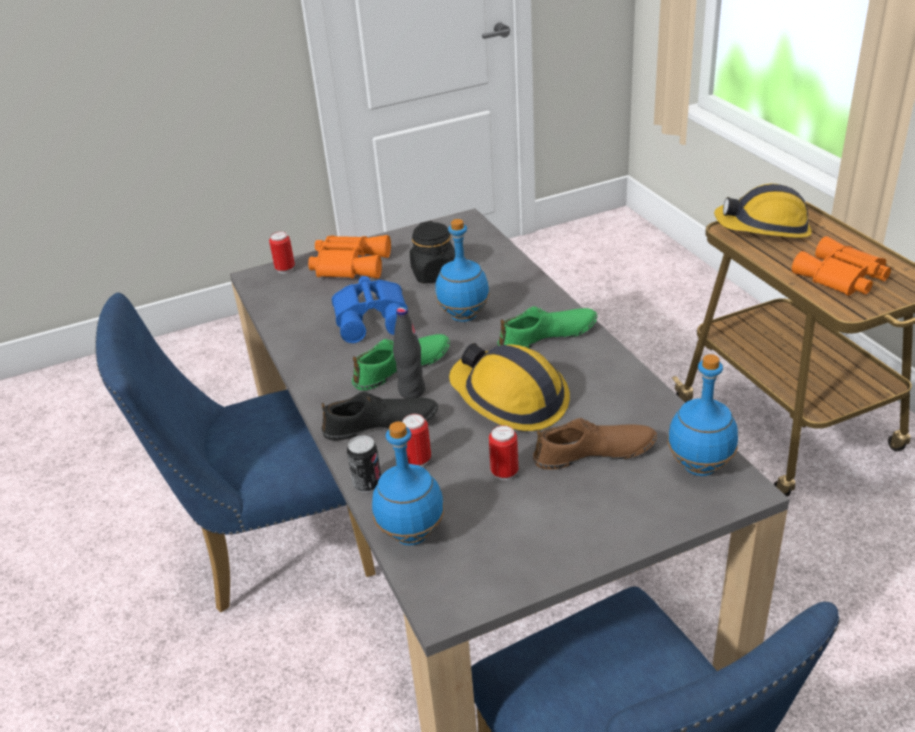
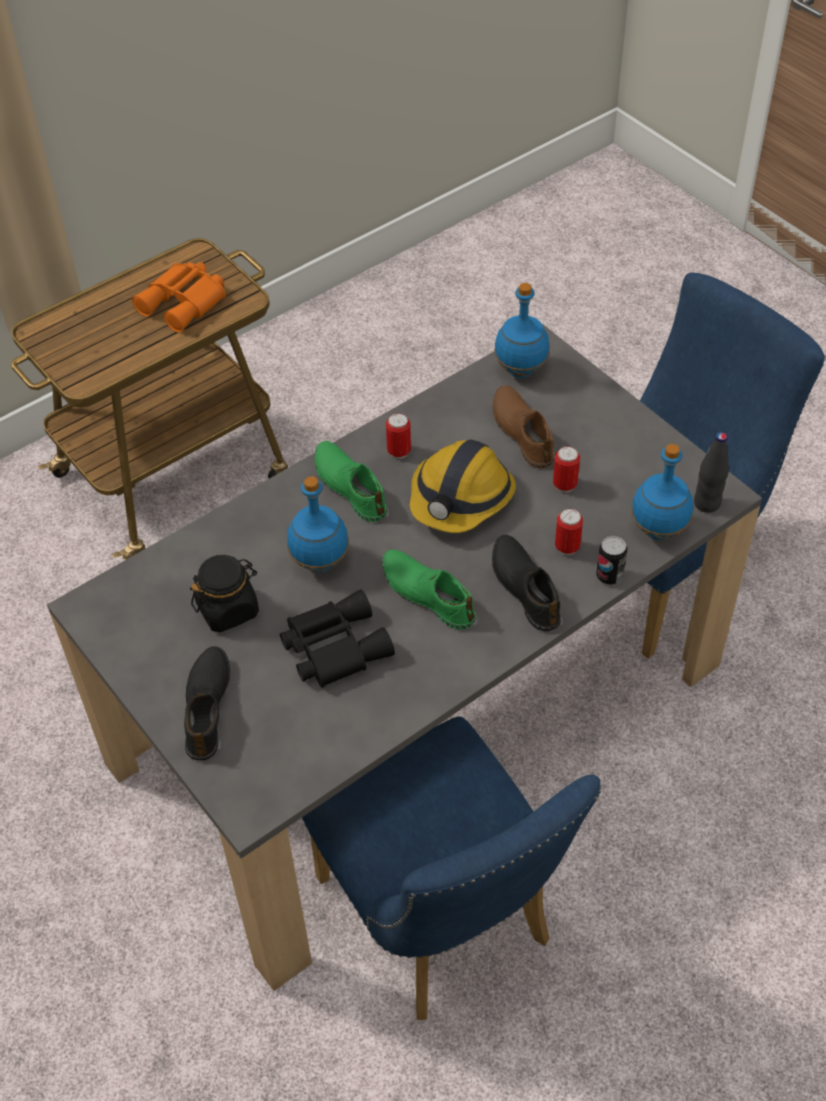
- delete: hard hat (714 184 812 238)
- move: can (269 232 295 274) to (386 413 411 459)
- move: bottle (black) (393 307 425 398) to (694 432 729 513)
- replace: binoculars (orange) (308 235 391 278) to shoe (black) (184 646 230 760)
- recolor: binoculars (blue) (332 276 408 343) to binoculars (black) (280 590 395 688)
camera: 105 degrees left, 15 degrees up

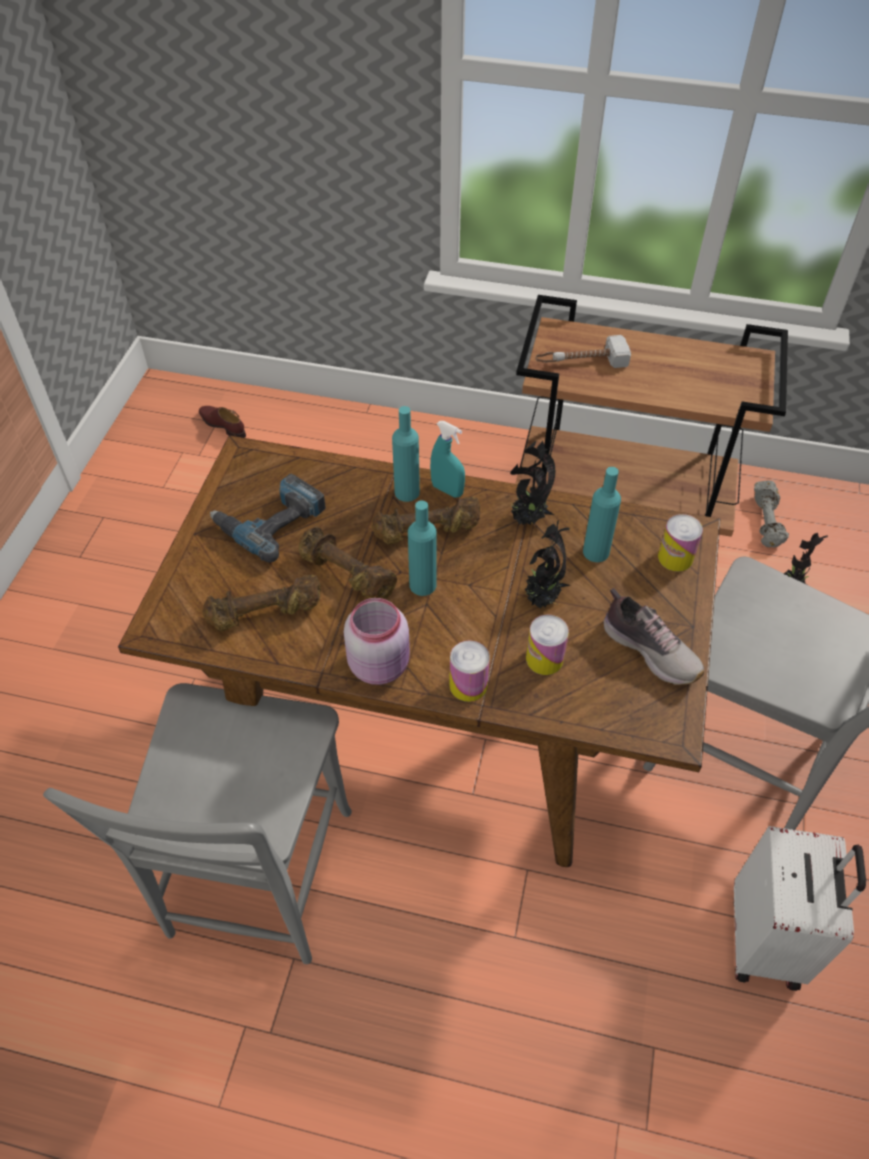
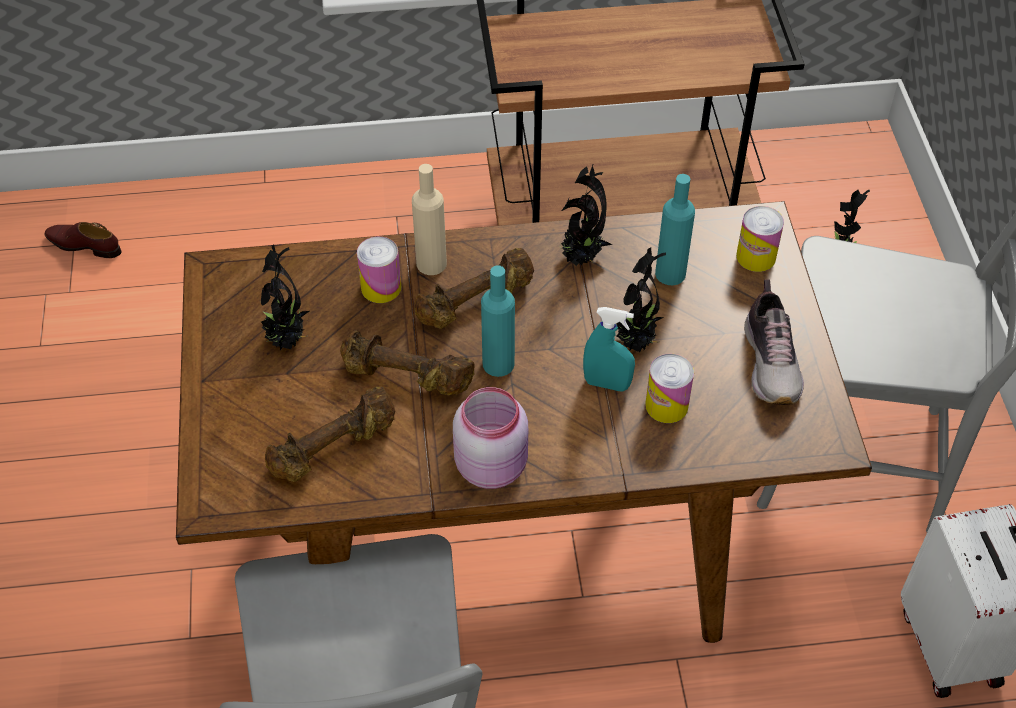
- delete: hammer (536 335 631 368)
- delete: dumbbell (grey) (754 481 789 548)
- move: spray bottle (turquoise) (430 421 465 498) to (583 307 635 391)
- move: can (449 640 490 702) to (357 237 401 303)
- replace: power drill (210 474 326 562) to potted plant (261 245 309 351)
- recolor: bottle (turquoise) (392 406 420 502) to bottle (beige) (412 164 447 275)
- rotate: shoe (604 588 704 685) = (744 279 804 405) 60 degrees clockwise
camera: 20 degrees left, 0 degrees up

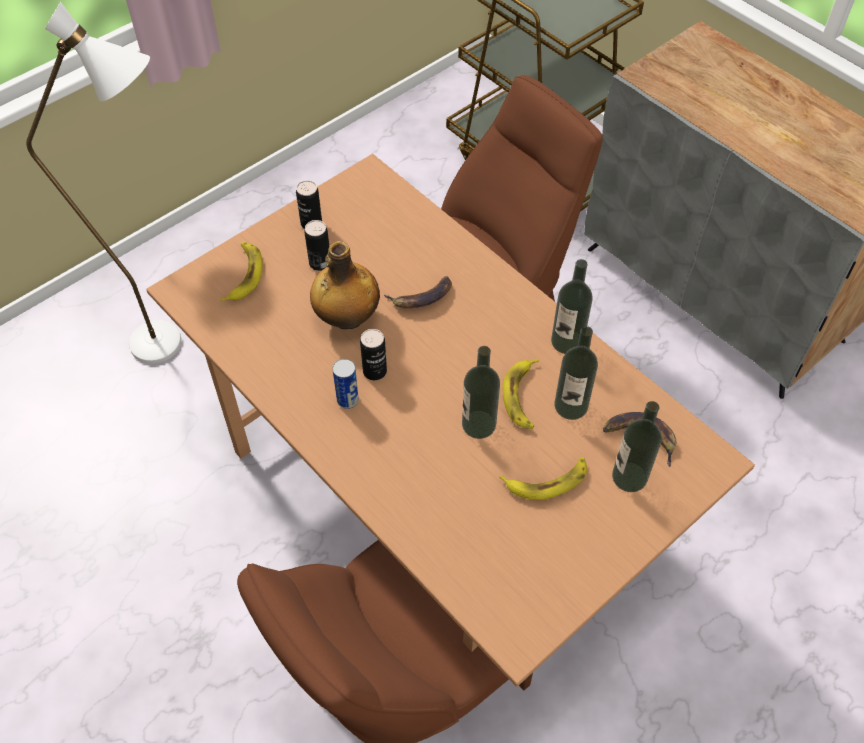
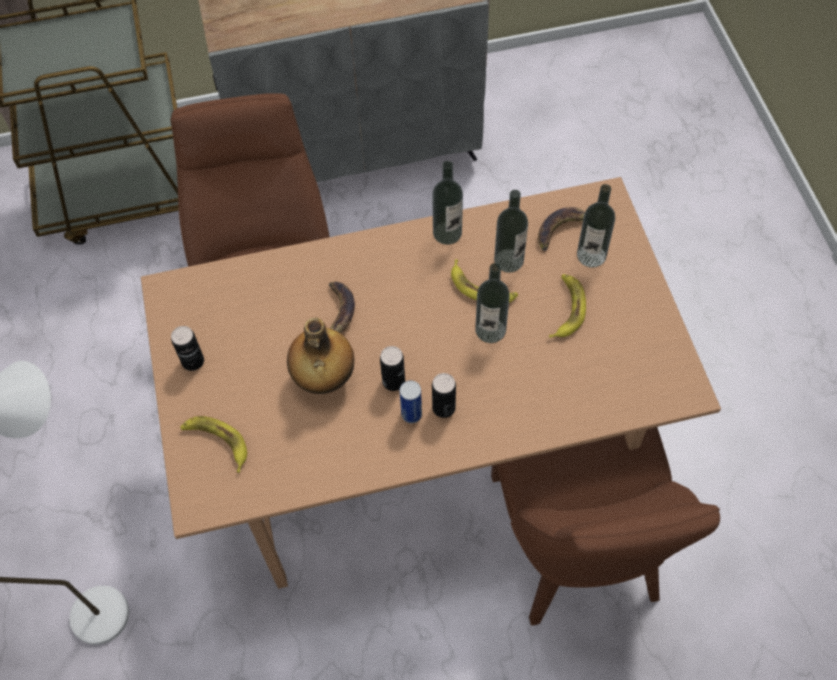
- move: can (304 220 329 271) to (432 373 456 418)
camera: 60 degrees left, 5 degrees up

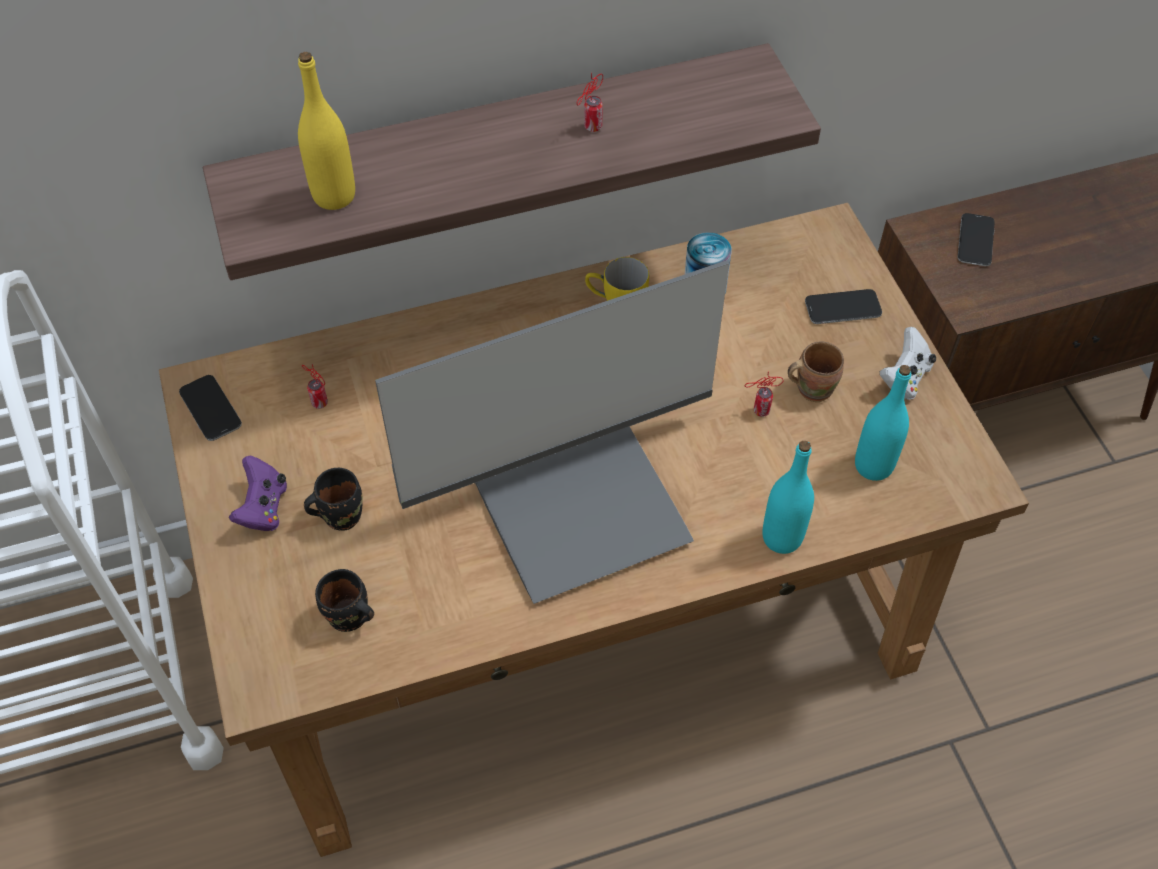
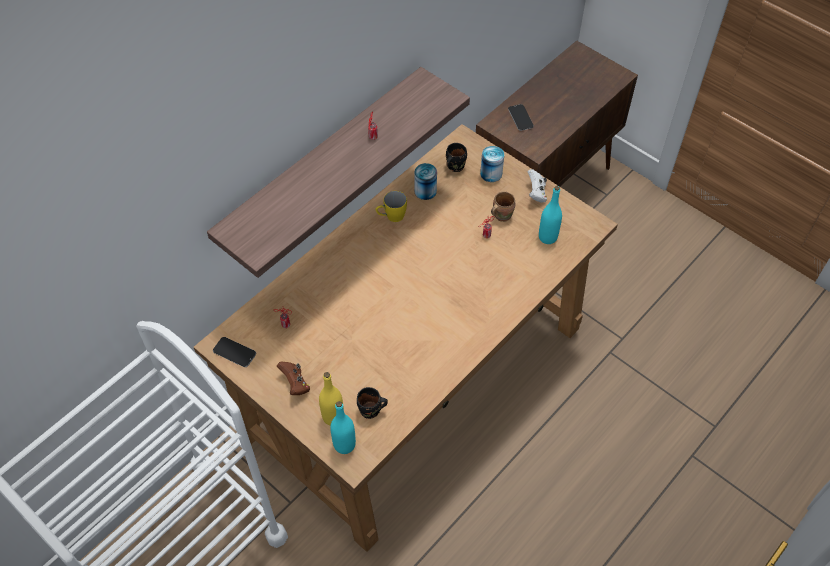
- delete: monitor (375 260 729 604)
- move: bottle (yellow) (298 52 355 210) to (319 372 344 426)
- move: mug (black) (304 468 363 531) to (446 143 467 172)
- move: bottle (turquoise) (762 441 814 554) to (330 401 356 454)
- replace: phone (805 289 882 324) to can (480 146 504 182)
- recolor: game controller (purple) (229 456 287 531) to game controller (brown) (277 362 310 395)
camera: 30 degrees left, 0 degrees up

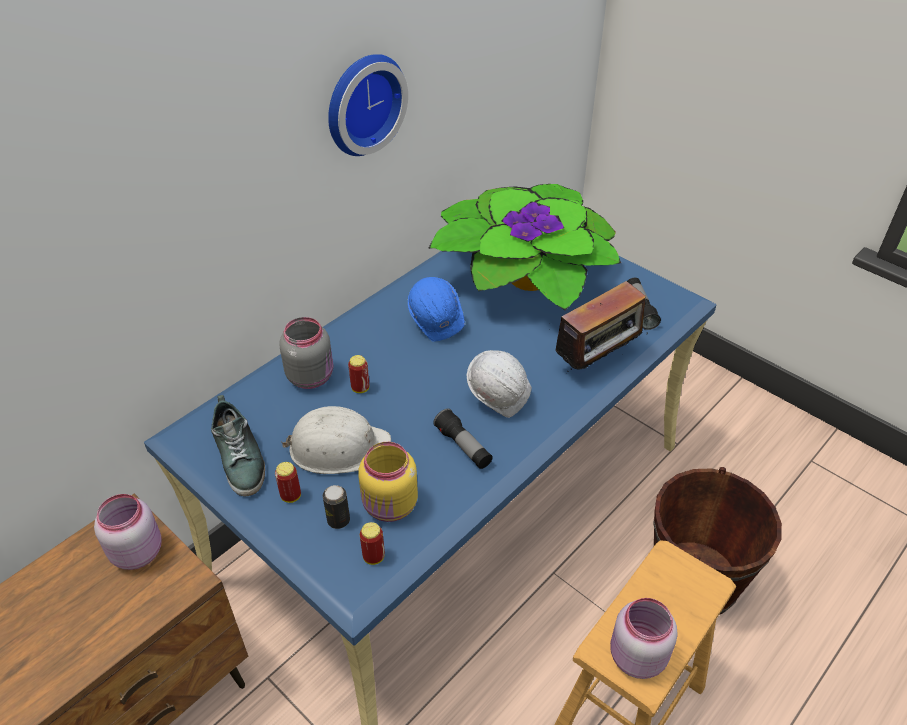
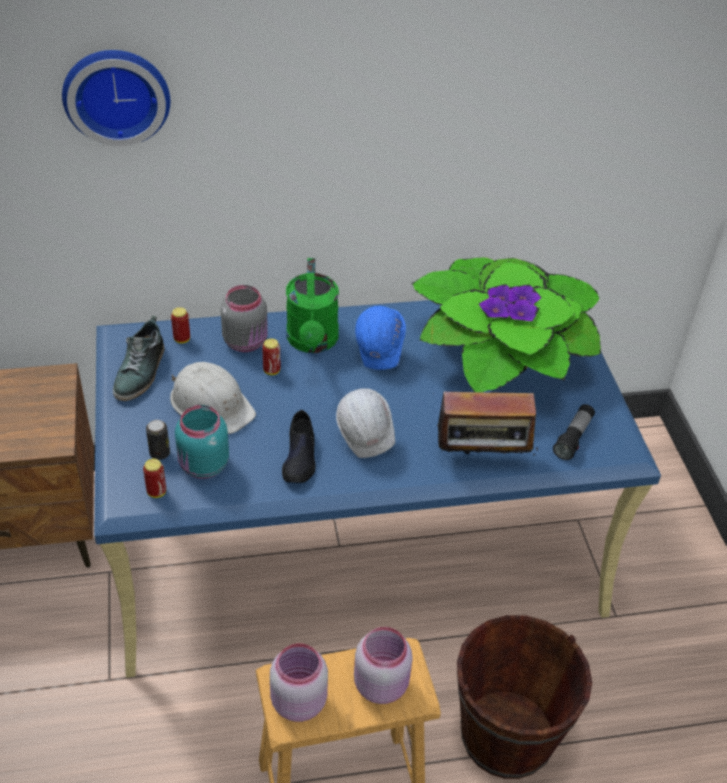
- insert: watering can (green) (286 258 339 353)
- move: jar (pink) (94 494 162 570) to (354 627 413 704)
- move: can (275 462 301 503) to (171 307 190 343)
- move: wall clock (328 54 408 156) to (62 50 170 147)
- replace: flashlight (433 409 493 469) to shoe (black) (282 410 316 483)
- recolor: jar (yellow) (358 442 418 522) to jar (turquoise) (175 405 229 479)
camera: 35 degrees right, 0 degrees up

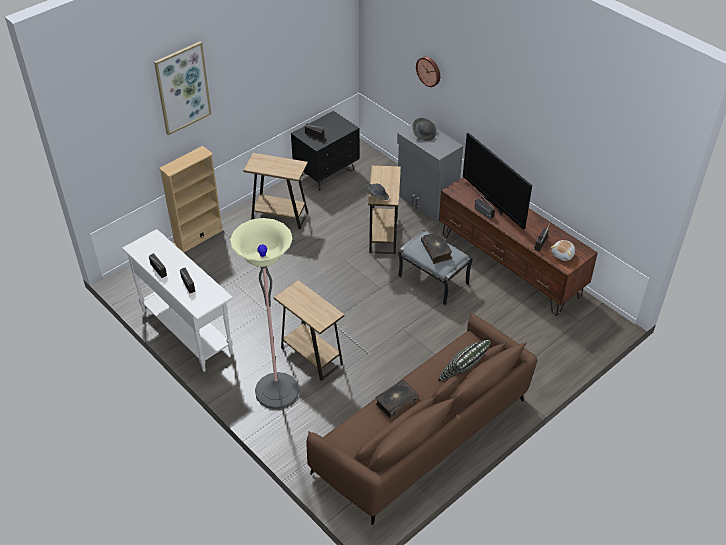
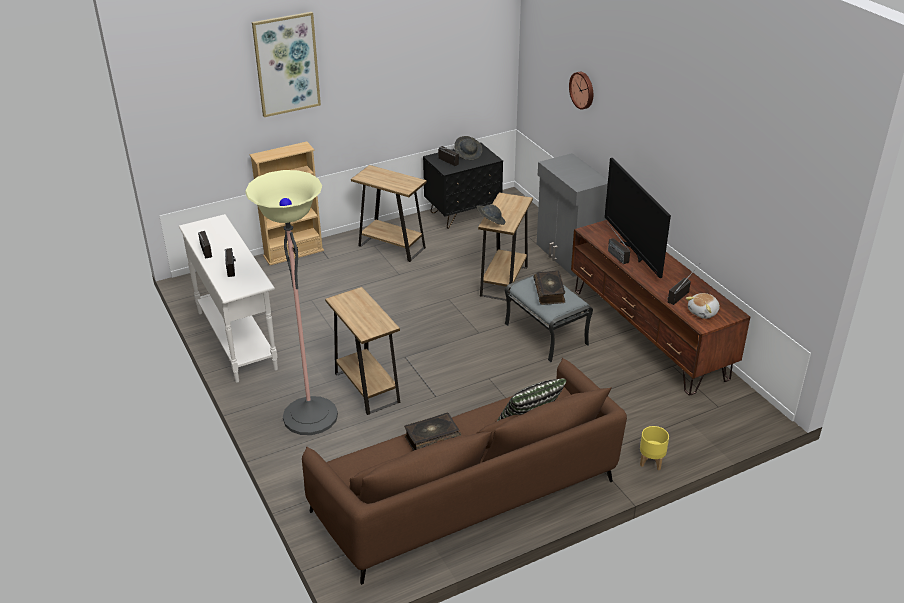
- insert: planter (yellow) (640 426 669 471)
- move: hat (grey) (413 118 437 141) to (454 136 482 160)
camera: 15 degrees right, 10 degrees down

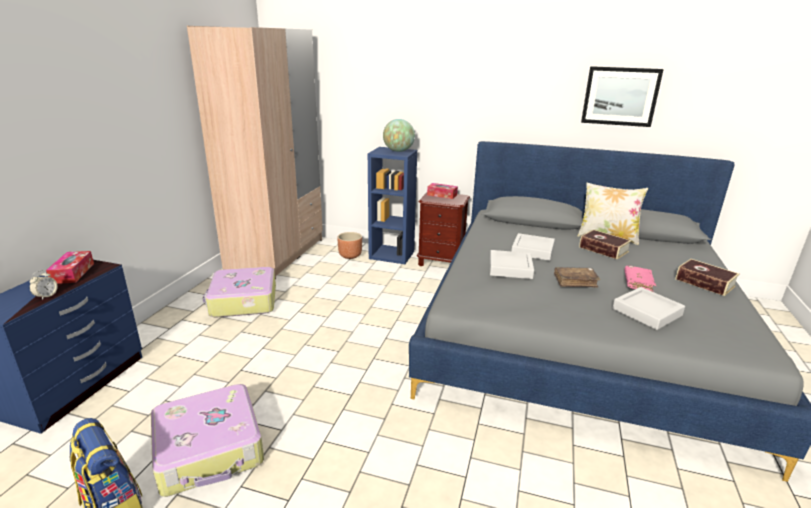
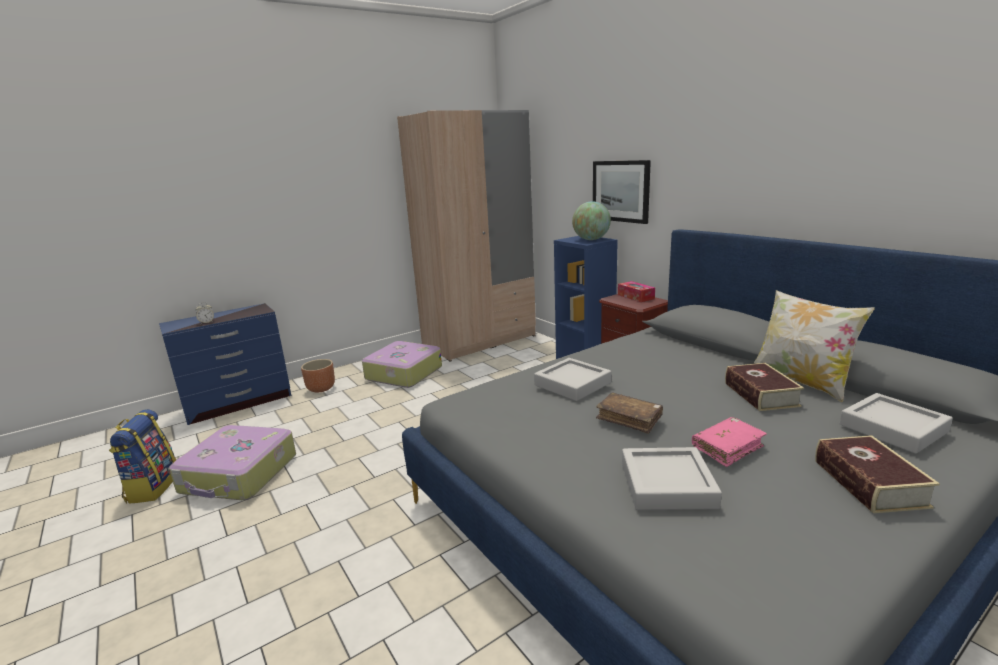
- delete: tissue box (46 251 94 284)
- move: planter (brown) (337 232 362 259) to (301 359 335 393)
- move: tray (grey) (511 233 555 261) to (839 393 953 454)
- move: picture (581 66 664 127) to (593 160 651 224)
camera: 40 degrees right, 5 degrees down

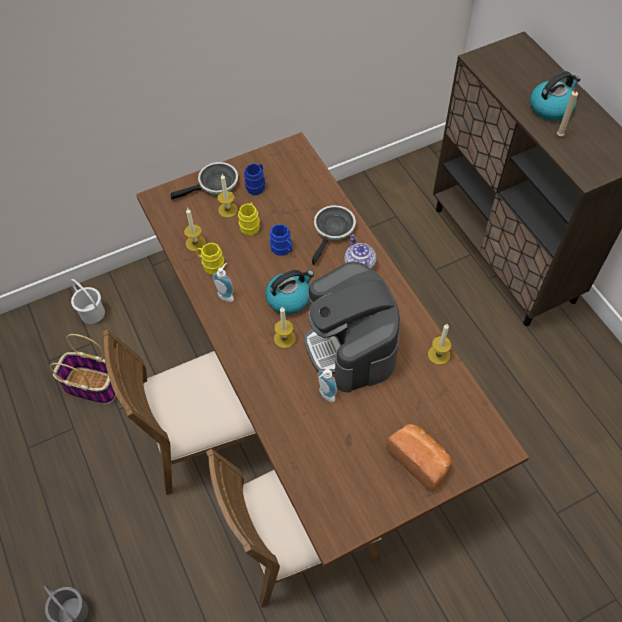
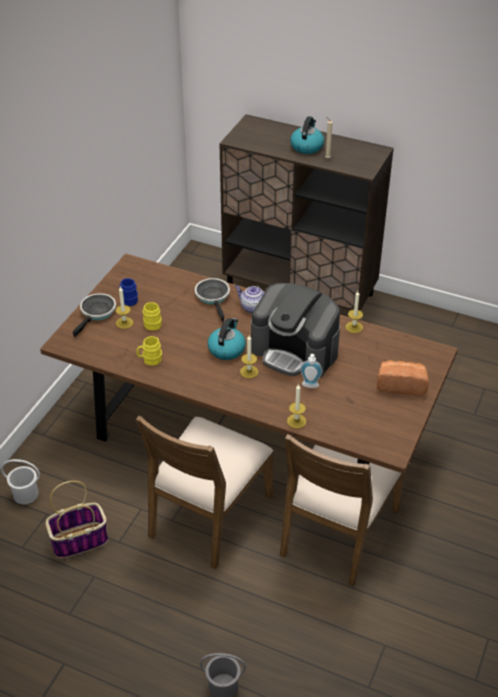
- delete: soap dispenser (213 263 234 302)
- delete: mug (blue) (269 224 293 255)
- move: candle (184 208 206 251) to (287 384 307 429)
camera: 40 degrees left, 15 degrees down

